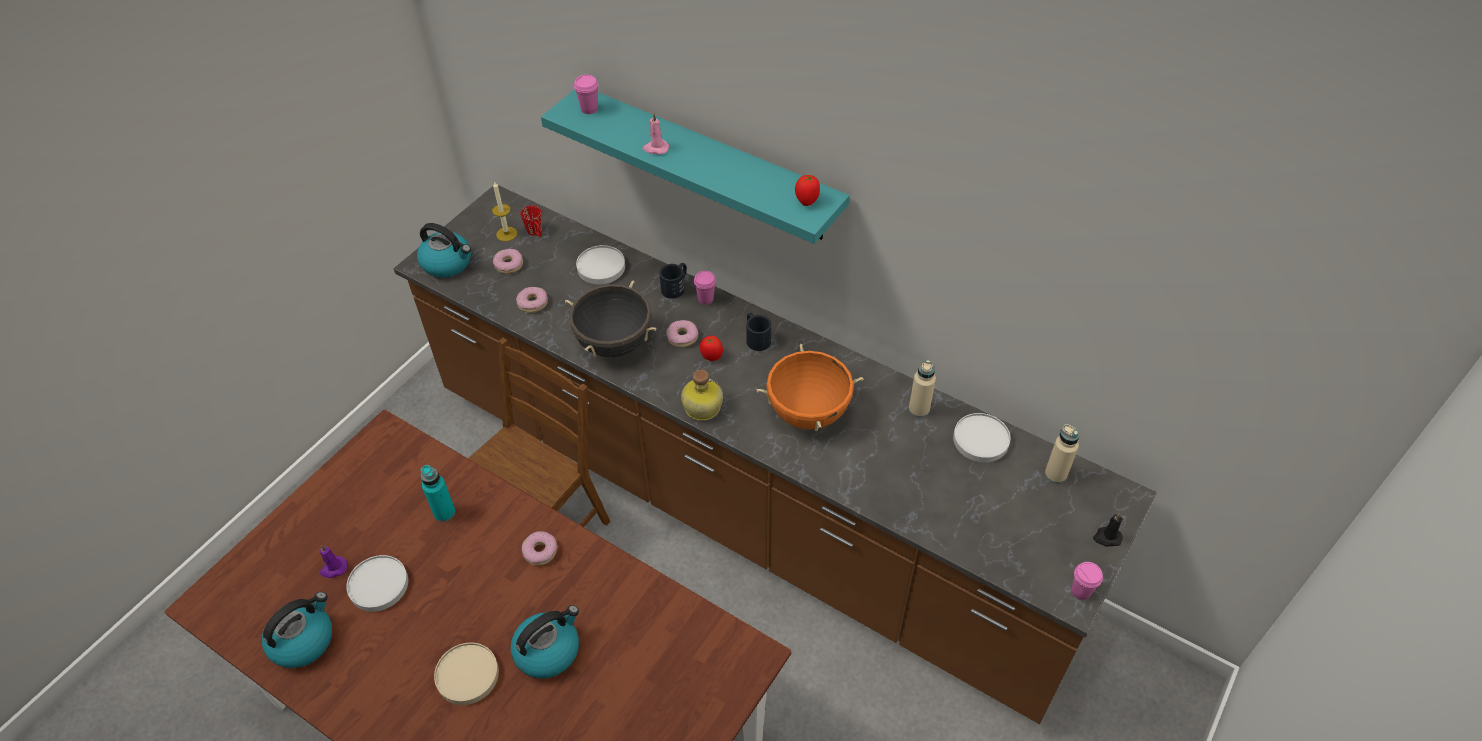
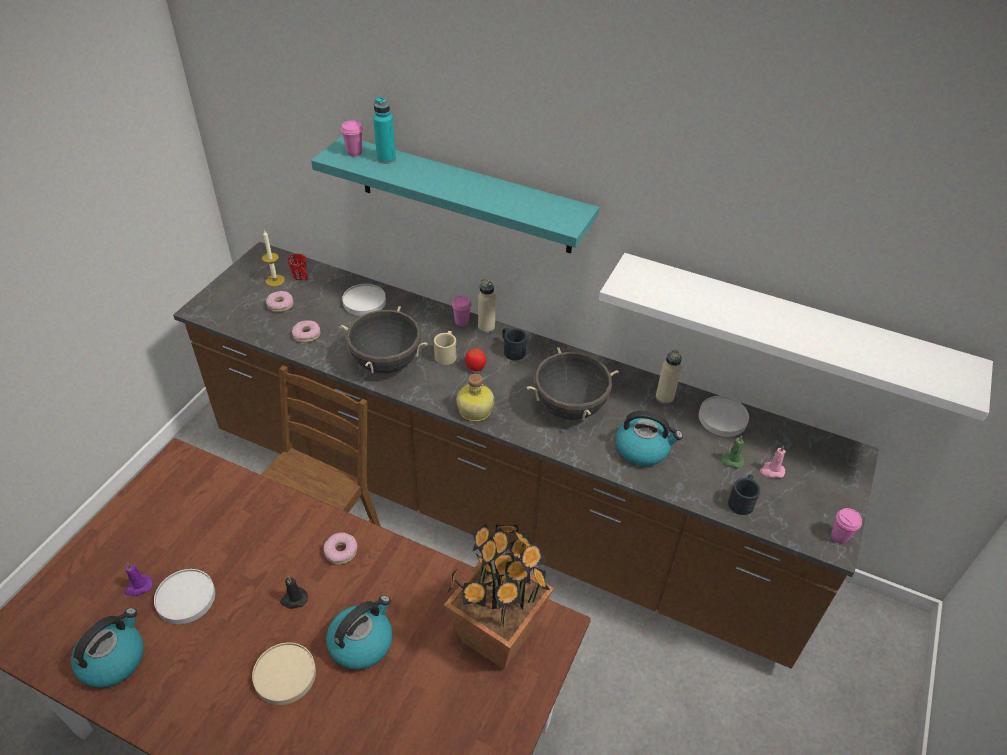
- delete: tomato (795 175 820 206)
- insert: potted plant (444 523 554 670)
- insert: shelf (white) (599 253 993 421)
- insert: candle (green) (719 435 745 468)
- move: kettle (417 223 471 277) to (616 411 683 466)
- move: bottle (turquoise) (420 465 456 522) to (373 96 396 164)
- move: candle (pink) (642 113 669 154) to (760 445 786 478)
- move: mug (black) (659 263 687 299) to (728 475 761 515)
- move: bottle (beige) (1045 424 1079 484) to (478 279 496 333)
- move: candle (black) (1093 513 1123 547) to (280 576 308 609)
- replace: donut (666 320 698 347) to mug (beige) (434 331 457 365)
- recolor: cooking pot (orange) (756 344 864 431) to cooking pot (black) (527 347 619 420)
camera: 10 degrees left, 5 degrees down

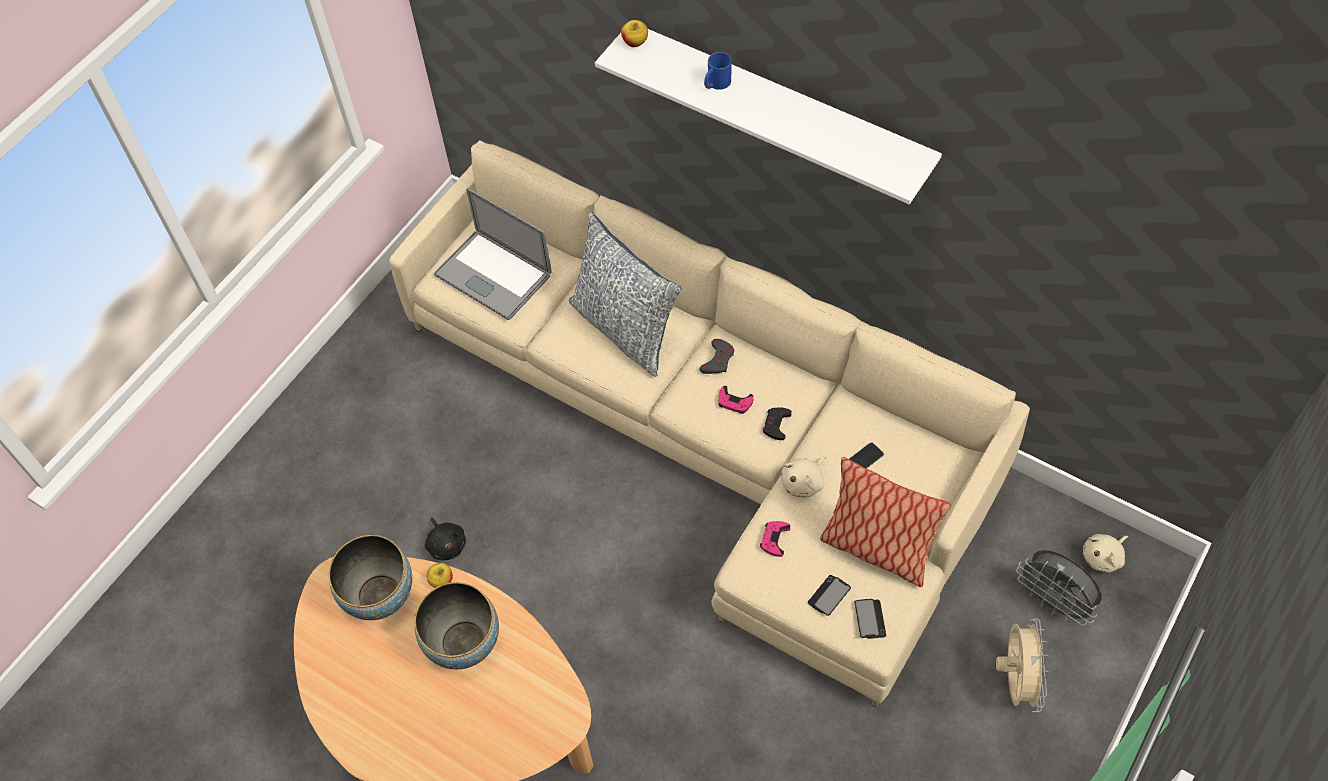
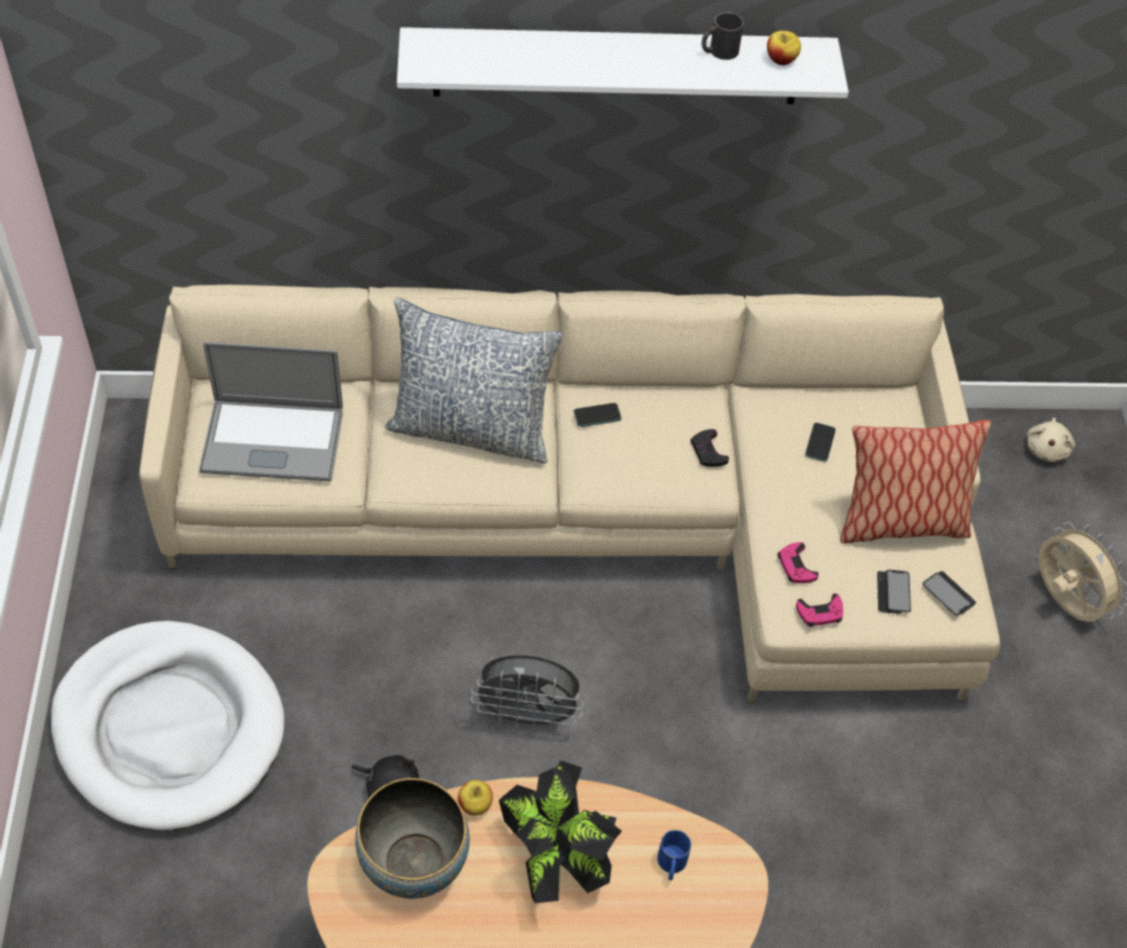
- delete: plush toy (beige) (781 456 826 497)
- insert: dog bed (white) (51 621 285 831)
- insert: mug (black) (702 12 744 60)
- move: apple (621 20 648 47) to (767 31 801 65)
- move: mug (blue) (704 52 732 90) to (657 830 691 880)
- move: game controller (pink) (718 386 754 414) to (796 593 843 627)
- move: fan (grey) (1016 550 1102 626) to (471 655 584 733)
- replace: bowl (415 582 499 669) to potted plant (499 760 622 903)
- replace: game controller (grey) (700 339 734 374) to phone (574 403 622 427)
camera: 40 degrees left, 5 degrees down

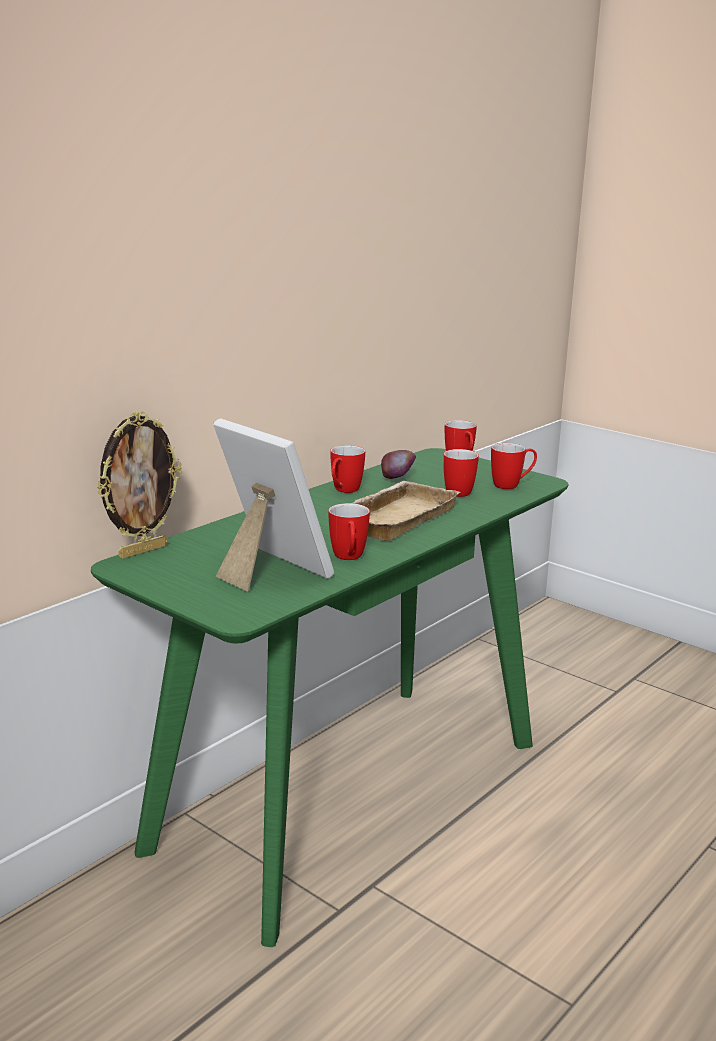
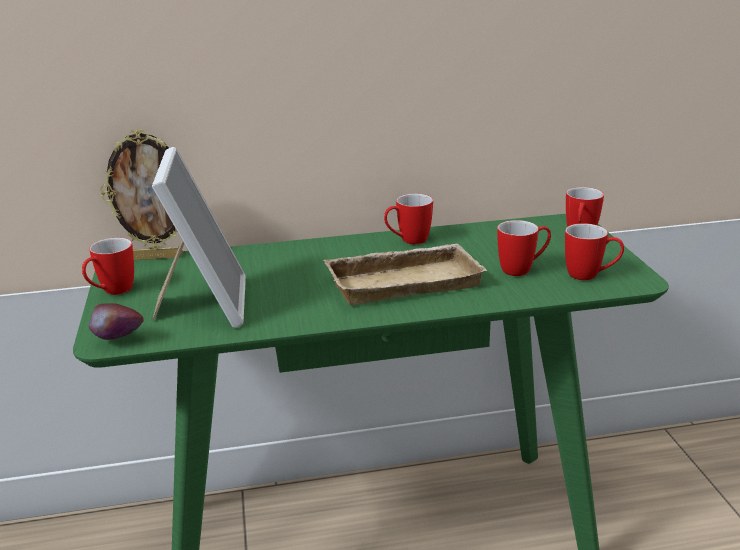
- move: mug (328 503 370 560) to (82 238 134 295)
- move: apple (381 450 416 479) to (89 303 144 340)
camera: 40 degrees right, 5 degrees up

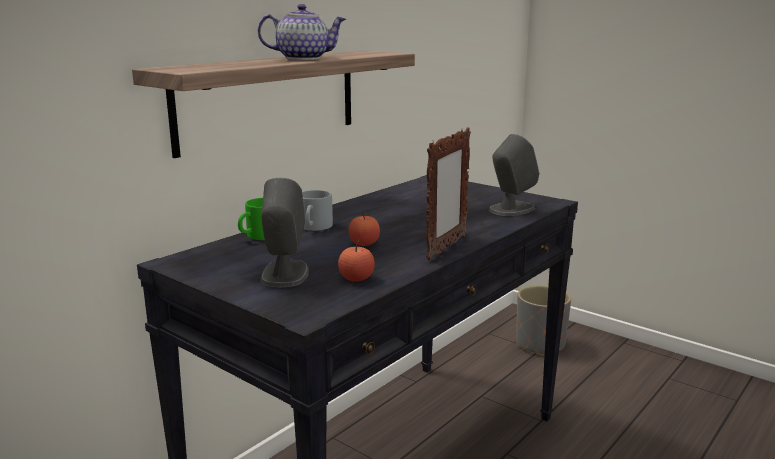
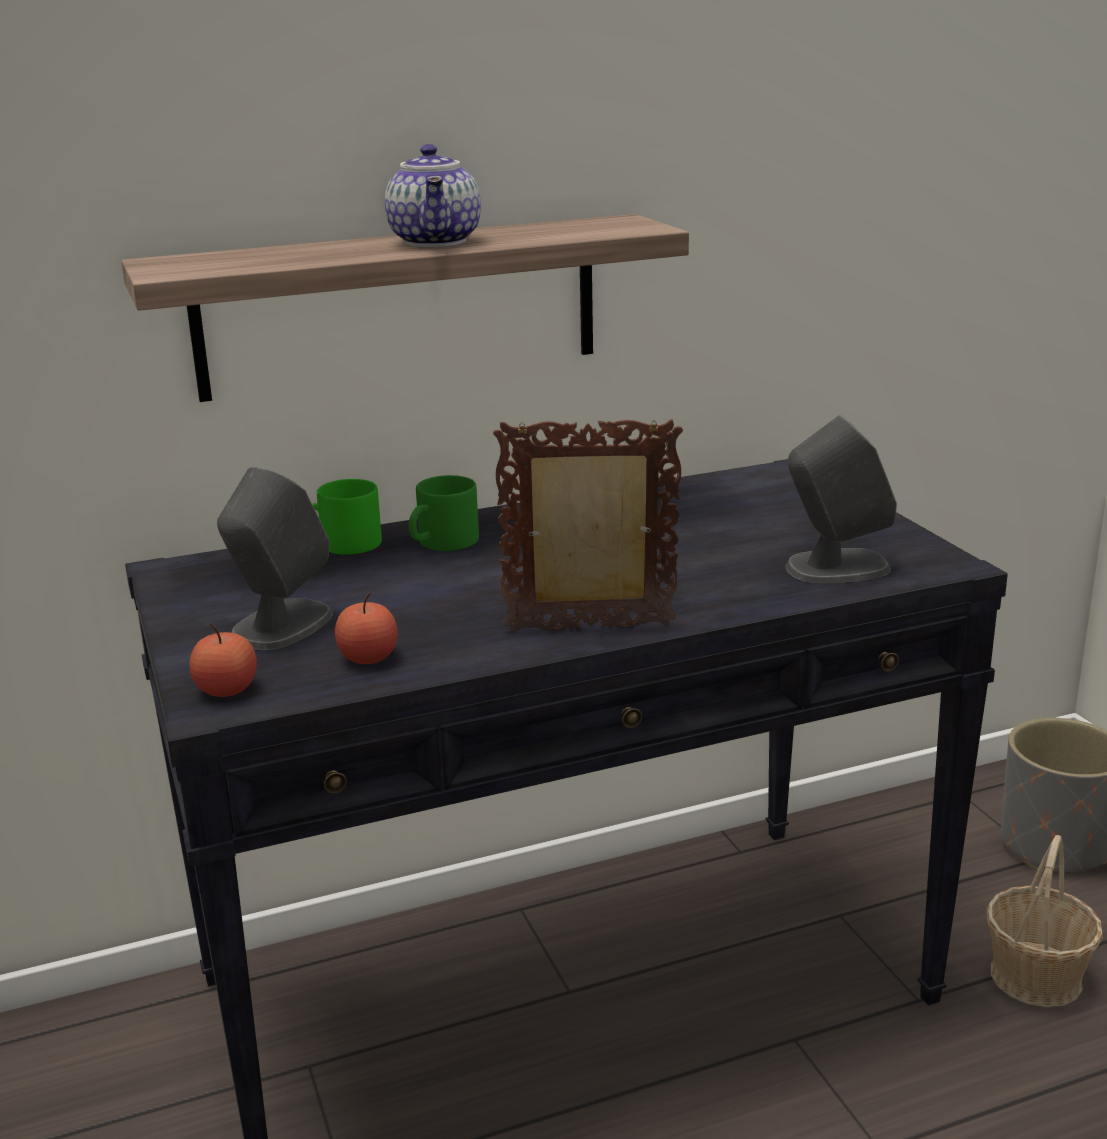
- insert: basket (987 835 1103 1008)
- move: apple (349 210 380 246) to (190 623 257 697)
- recolor: mug (grey) (302 190 333 231) to mug (green) (409 475 479 551)
- rotate: teapot (258 4 346 60) = (385 144 481 247) 60 degrees clockwise
- rotate: picture frame (426 127 471 260) = (493 419 683 632) 150 degrees counterclockwise
camera: 30 degrees right, 5 degrees up

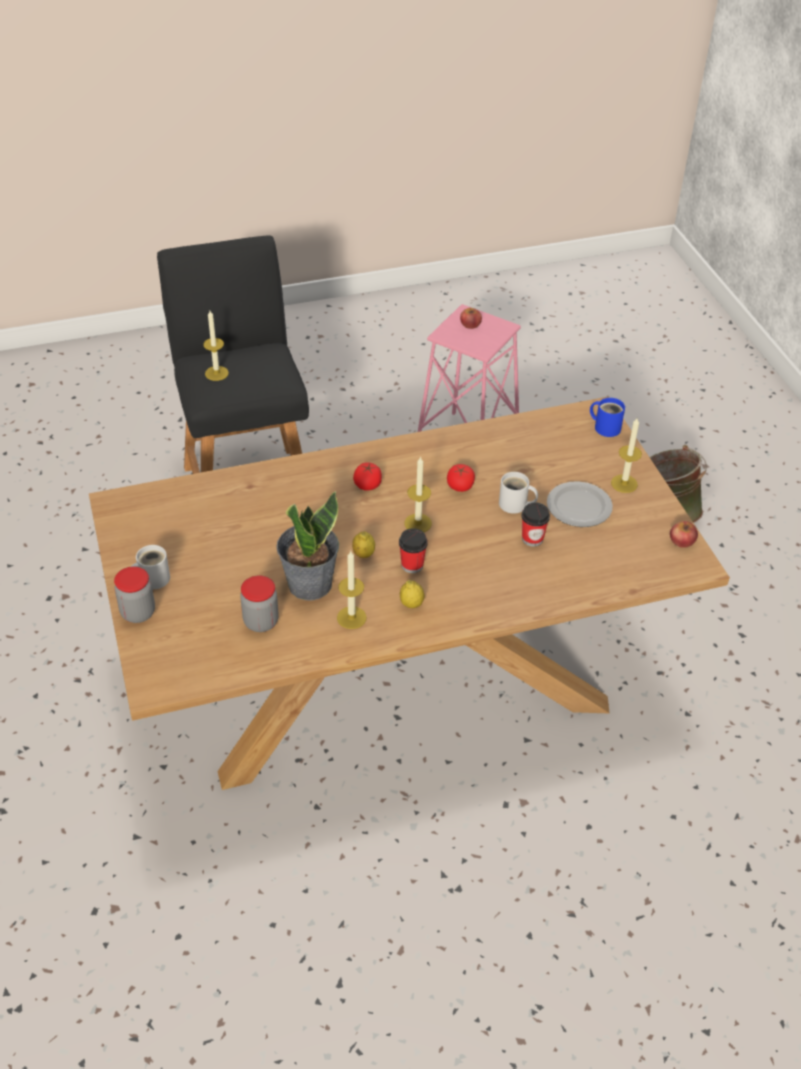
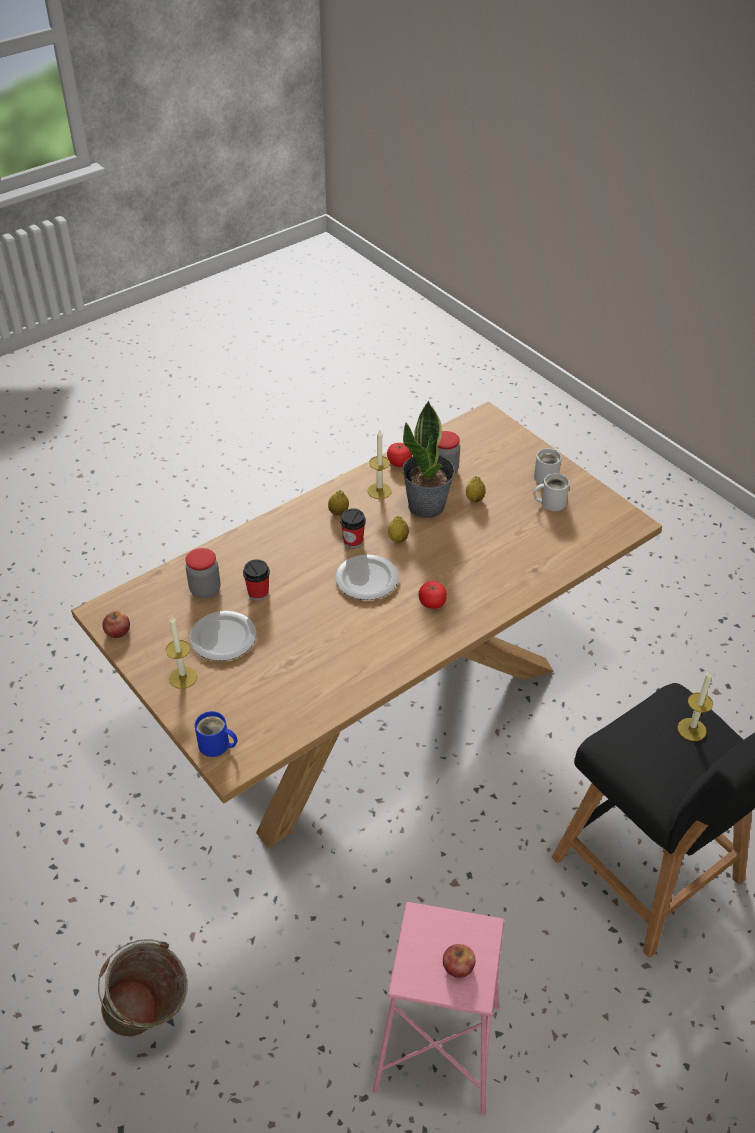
- insert: lemon (466 476 486 503)
- move: jar (114 566 155 623) to (186 548 220 599)
- move: tomato (447 464 475 492) to (387 443 412 467)
- move: mug (white) (499 472 538 514) to (533 473 570 511)
- replace: candle (404 456 432 532) to plate (335 555 399 600)
camera: 160 degrees right, 0 degrees up

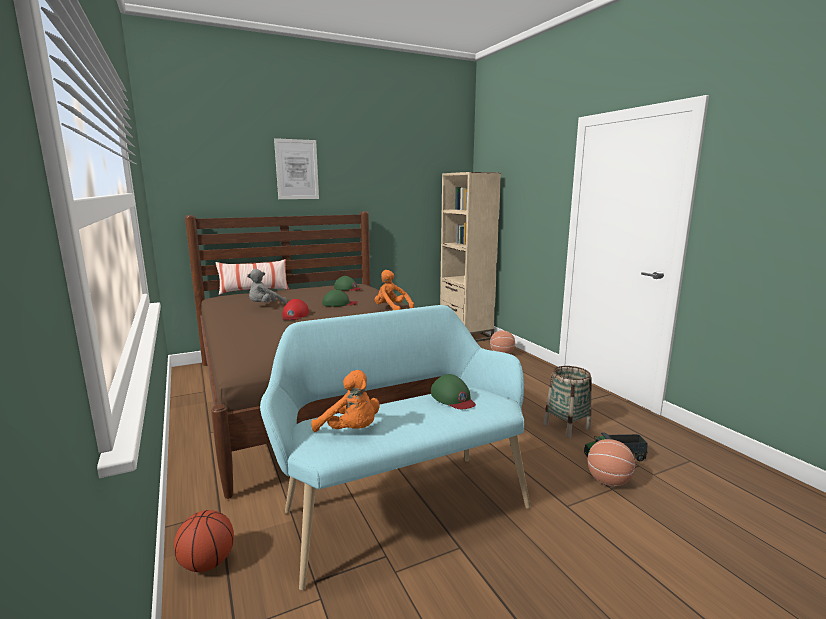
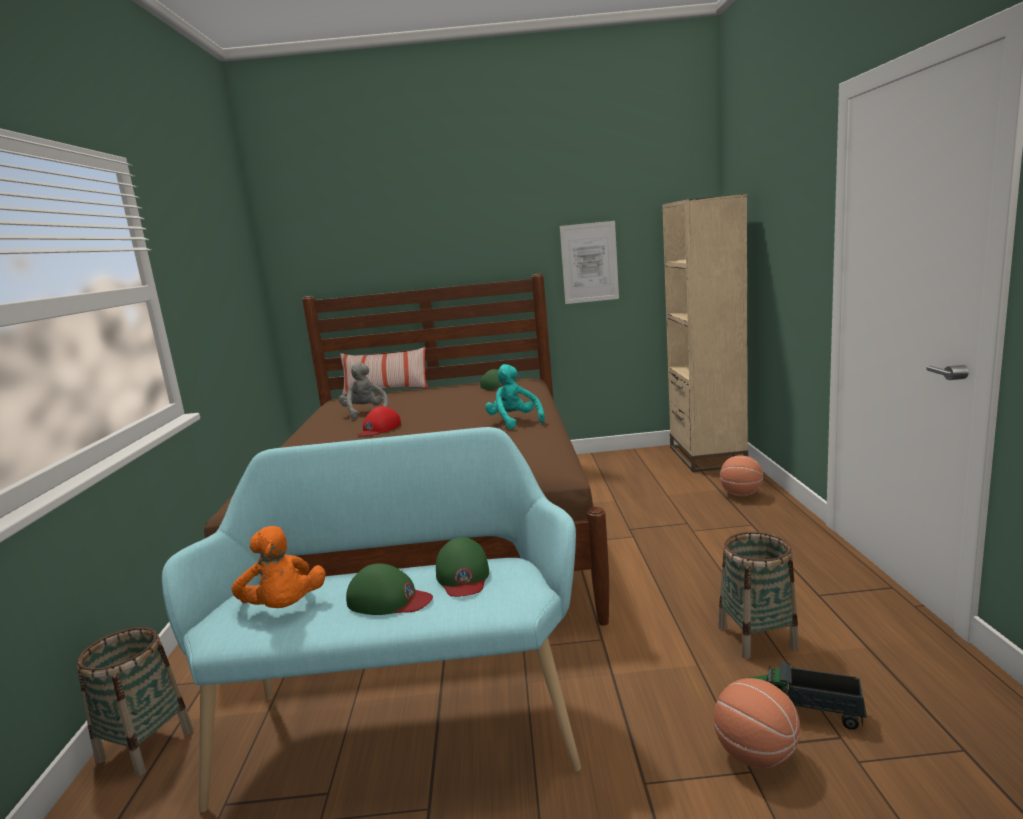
- move: picture (274 138 319 199) to (560 221 619 304)
- move: cap (green) (322 290 358 307) to (346 563 433 615)
- replace: basketball (174 510 234 572) to basket (77 627 193 777)
- recolor: plush toy (orange) (375 270 414 310) to plush toy (turquoise) (485 364 545 429)
- rotate: plush toy (grey) (247 269 287 304) = (339 362 388 419) 90 degrees clockwise
camera: 25 degrees right, 0 degrees up

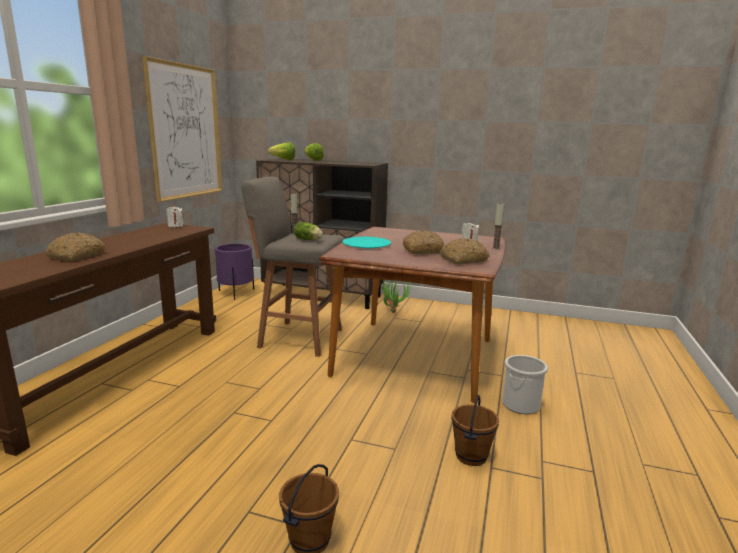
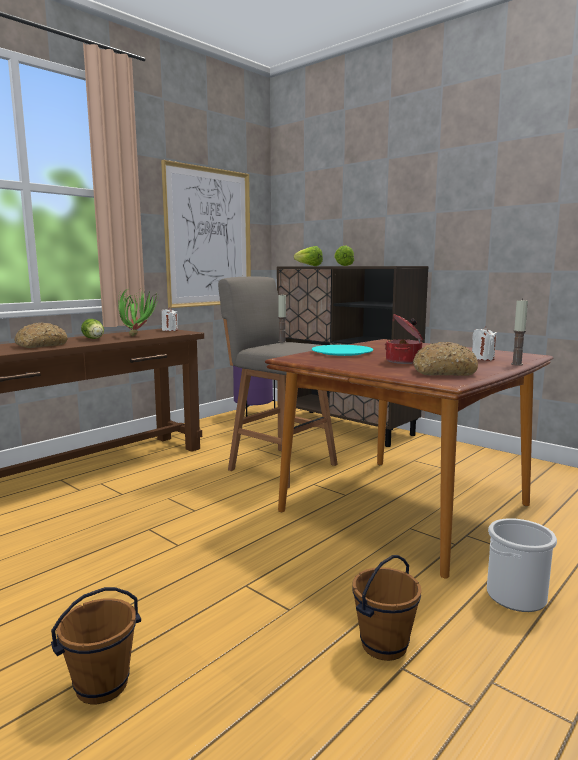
- move: lettuce (294 222 323 240) to (81 319 104 339)
- move: potted plant (379 280 412 313) to (118 289 158 336)
- replace: bread (403 230 444 254) to cooking pot (385 314 423 364)
camera: 25 degrees right, 5 degrees down

